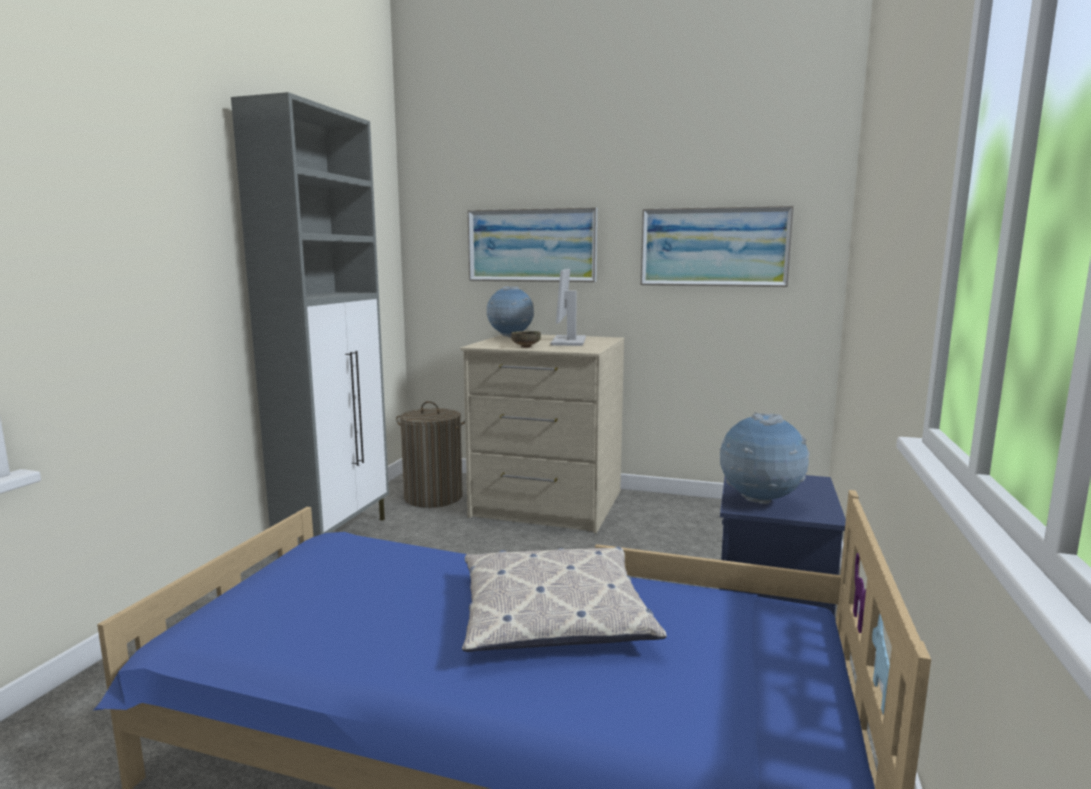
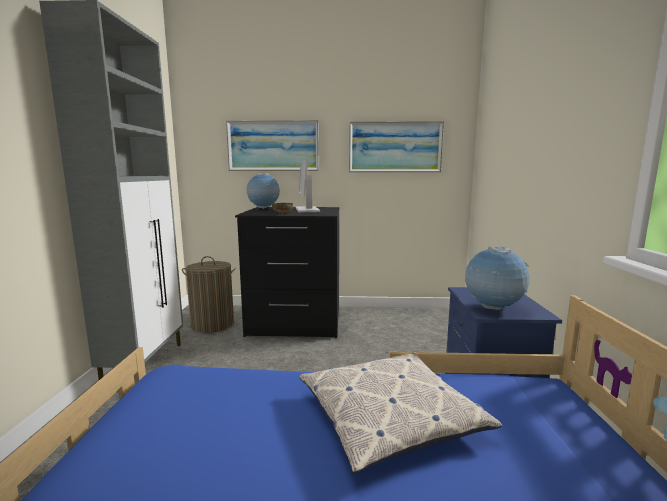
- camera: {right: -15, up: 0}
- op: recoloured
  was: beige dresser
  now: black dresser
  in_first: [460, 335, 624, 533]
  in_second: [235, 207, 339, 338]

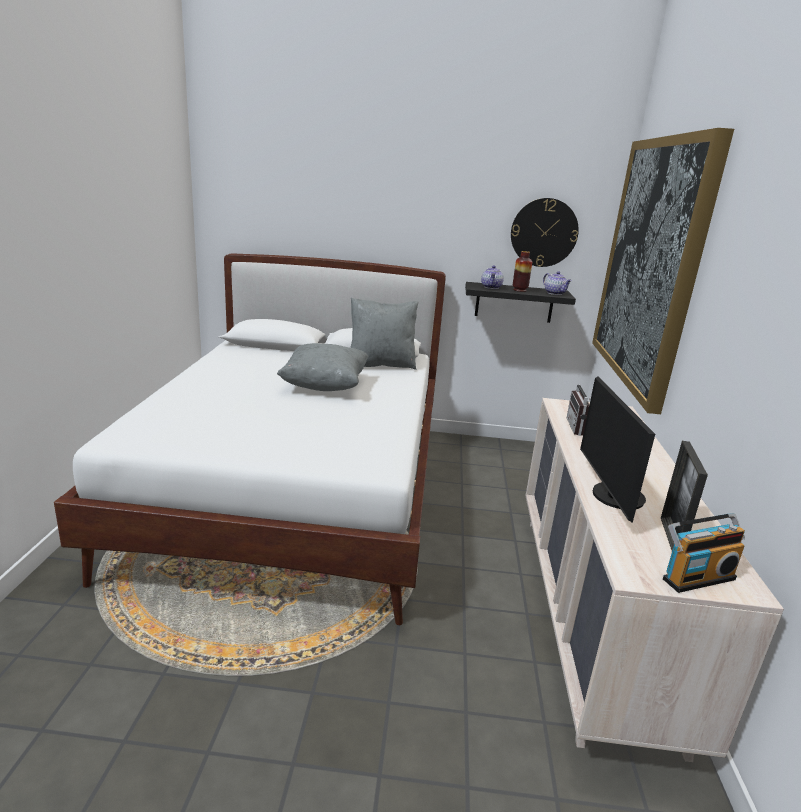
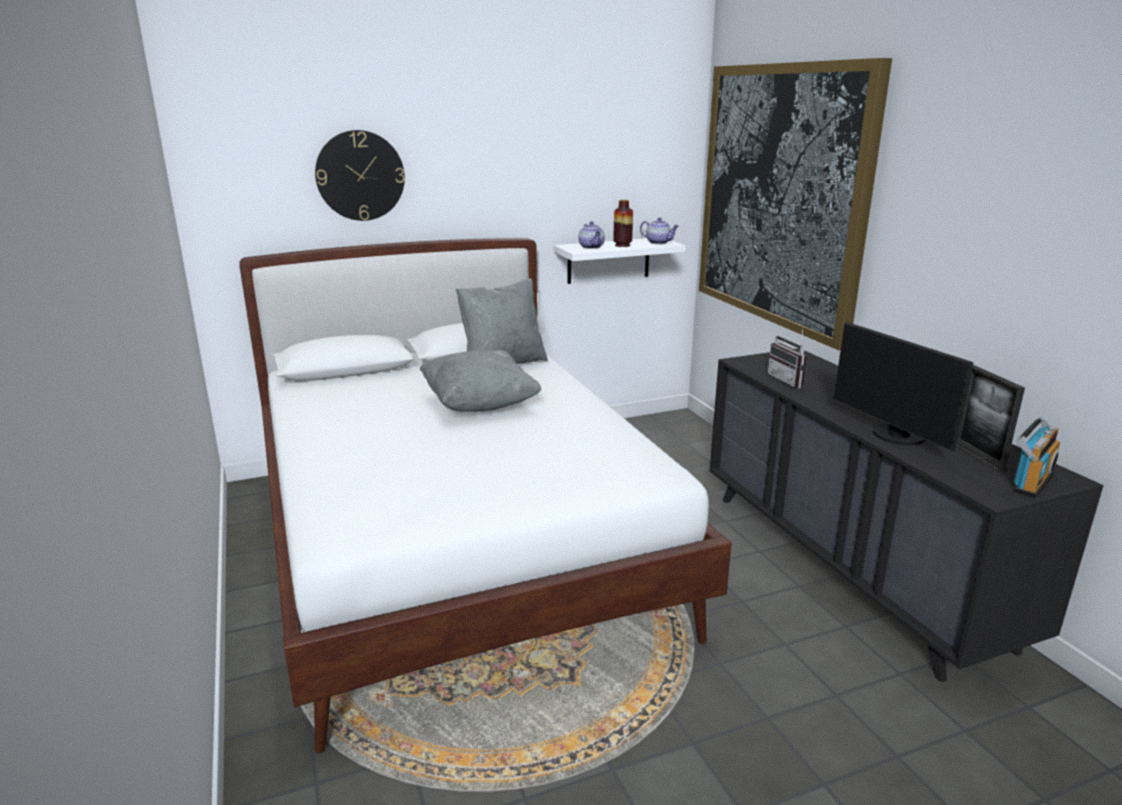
- camera: {right: -25, up: 0}
- op: moved
  was: wall clock
  in_first: [511, 198, 579, 267]
  in_second: [315, 130, 405, 221]
- op: recoloured
  was: black shelf
  now: white shelf
  in_first: [465, 282, 576, 323]
  in_second: [554, 238, 686, 284]
- op: recoloured
  was: beige dresser
  now: black dresser
  in_first: [525, 398, 784, 762]
  in_second: [710, 348, 1104, 682]

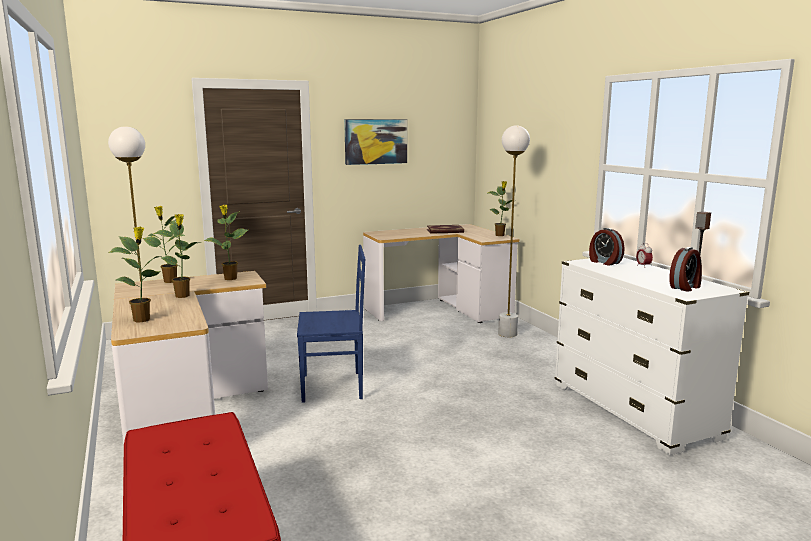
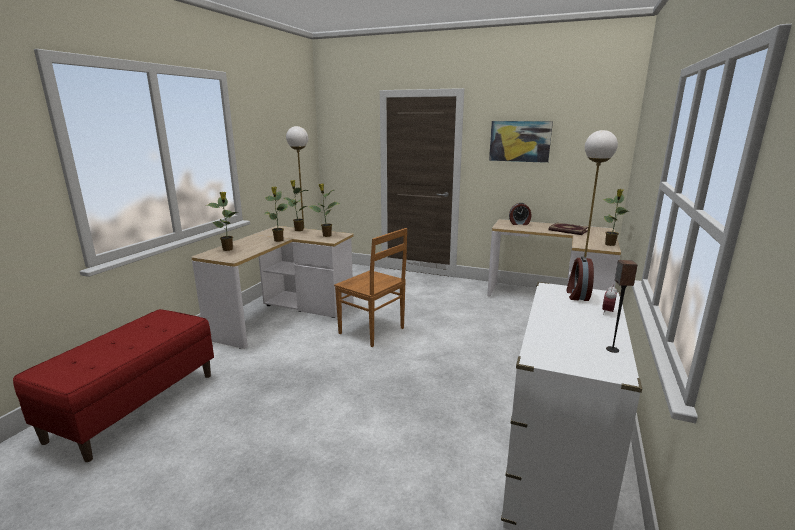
- camera: {right: 45, up: 5}
- op: moved
  was: alarm clock
  in_first: [669, 247, 702, 292]
  in_second: [509, 203, 531, 225]
- op: recoloured
  was: blue chair
  now: brown chair
  in_first: [297, 245, 365, 403]
  in_second: [334, 228, 407, 347]

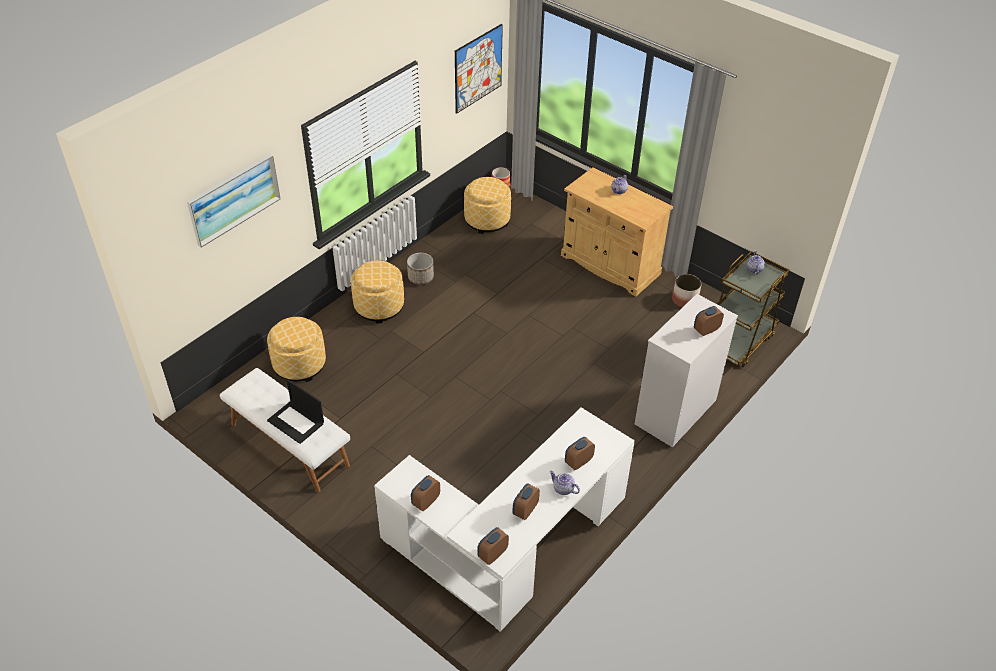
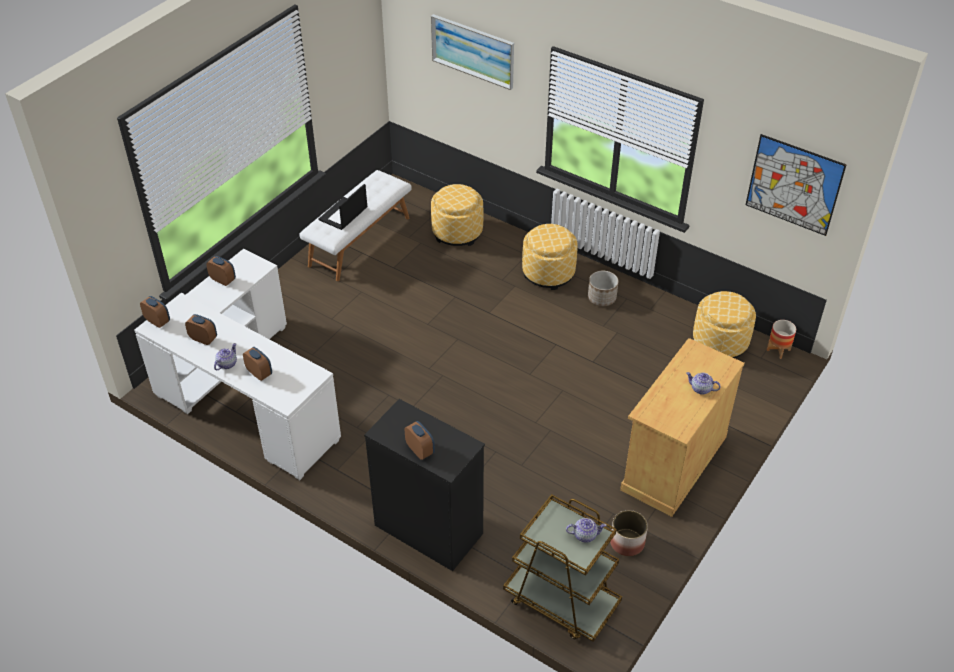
- camera: {right: 85, up: 0}
- op: recoloured
  was: white dresser
  now: black dresser
  in_first: [635, 294, 738, 447]
  in_second: [364, 399, 485, 571]

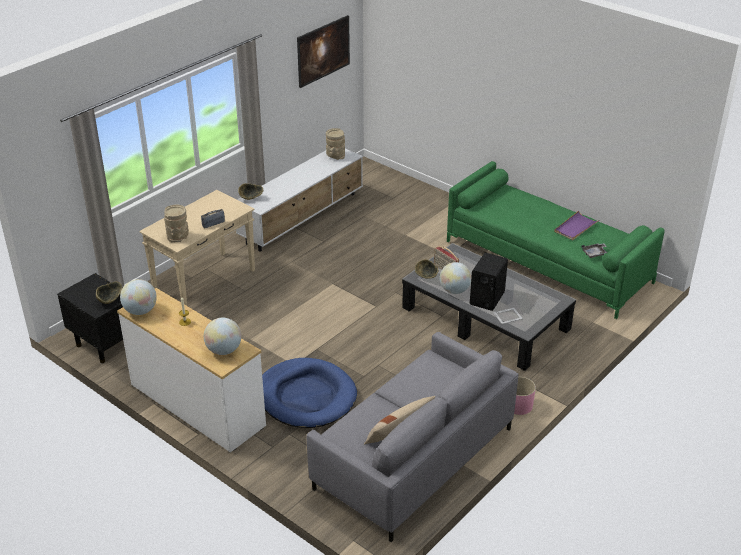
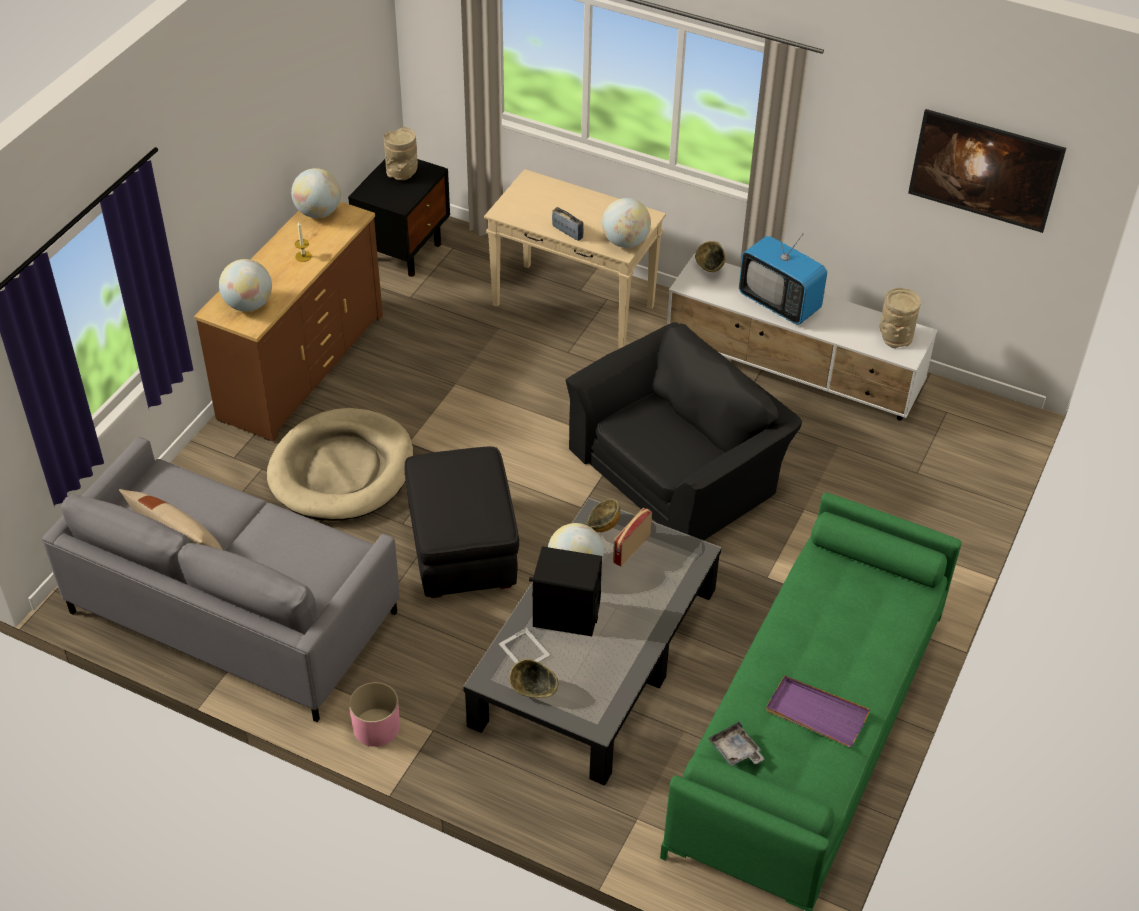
- camera: {right: 75, up: 10}
- op: added
  now: black ottoman
  in_second: [404, 447, 519, 598]
- op: added
  now: black armchair
  in_second: [566, 322, 802, 540]
- op: added
  now: globe
  in_second: [602, 198, 651, 248]
- op: added
  now: television
  in_second: [739, 219, 827, 325]
- op: moved
  was: bowl
  in_first: [96, 281, 123, 304]
  in_second: [509, 659, 558, 698]
- op: moved
  was: beige vase
  in_first: [164, 204, 189, 242]
  in_second: [384, 127, 418, 180]
- op: recoloured
  was: white dresser
  now: brown dresser
  in_first: [117, 288, 266, 452]
  in_second: [194, 202, 383, 442]
- op: recoloured
  was: blue dog bed
  now: beige dog bed
  in_first: [262, 358, 357, 428]
  in_second: [267, 408, 413, 521]

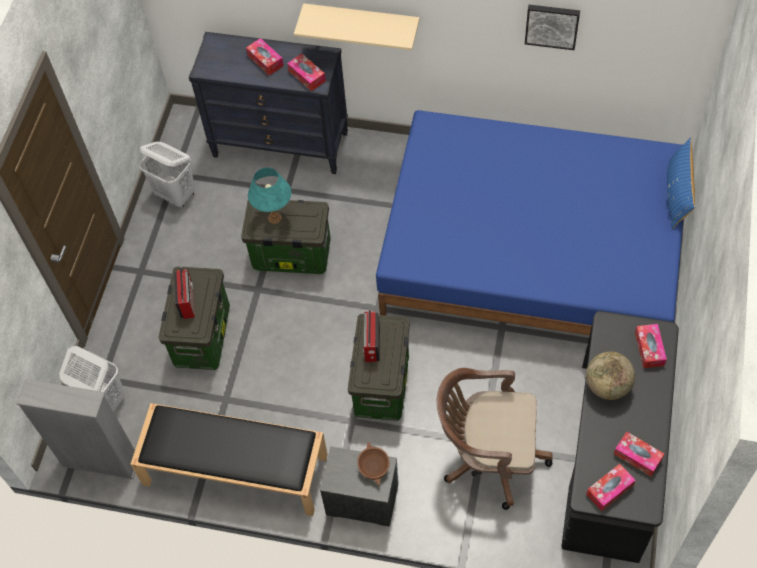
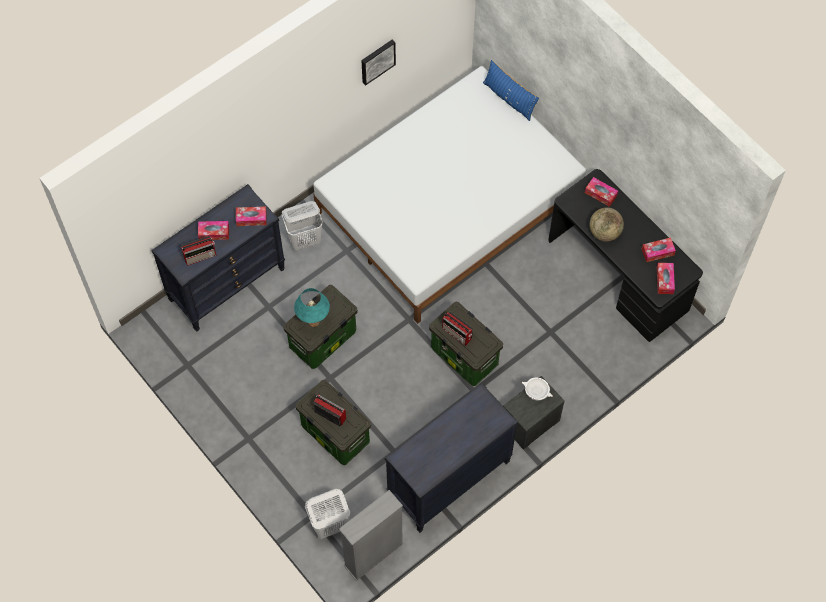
- camera: {right: -55, up: 5}
- op: removed
  was: beige shelf
  in_first: [294, 3, 420, 50]
- op: removed
  was: brown office chair
  in_first: [437, 368, 553, 510]
- op: added
  now: radio
  in_second: [181, 236, 216, 266]
- op: moved
  was: white laundry basket
  in_first: [140, 142, 195, 208]
  in_second: [281, 201, 323, 251]
- op: replaced
  was: black bench
  now: black dresser
  in_first: [131, 403, 328, 516]
  in_second: [385, 383, 518, 533]
- op: recoloured
  was: brown bowl
  now: white bowl
  in_first: [357, 442, 390, 485]
  in_second: [521, 377, 553, 400]
- op: recoloured
  was: blue bed
  now: white bed
  in_first: [376, 110, 683, 335]
  in_second: [313, 66, 586, 324]

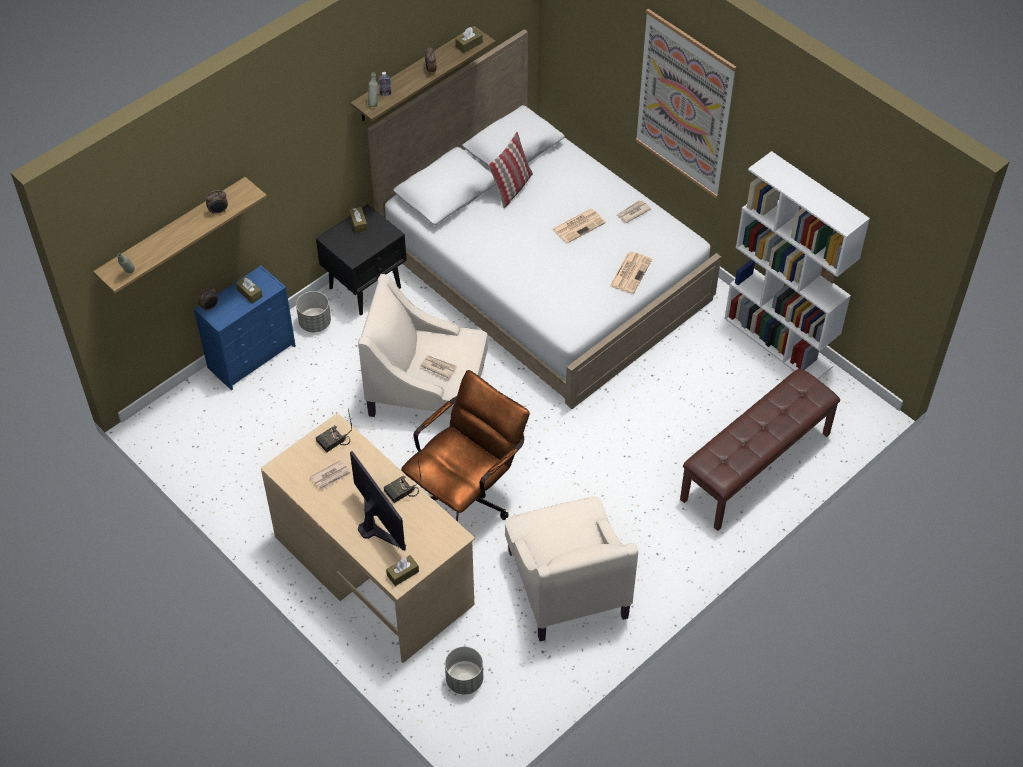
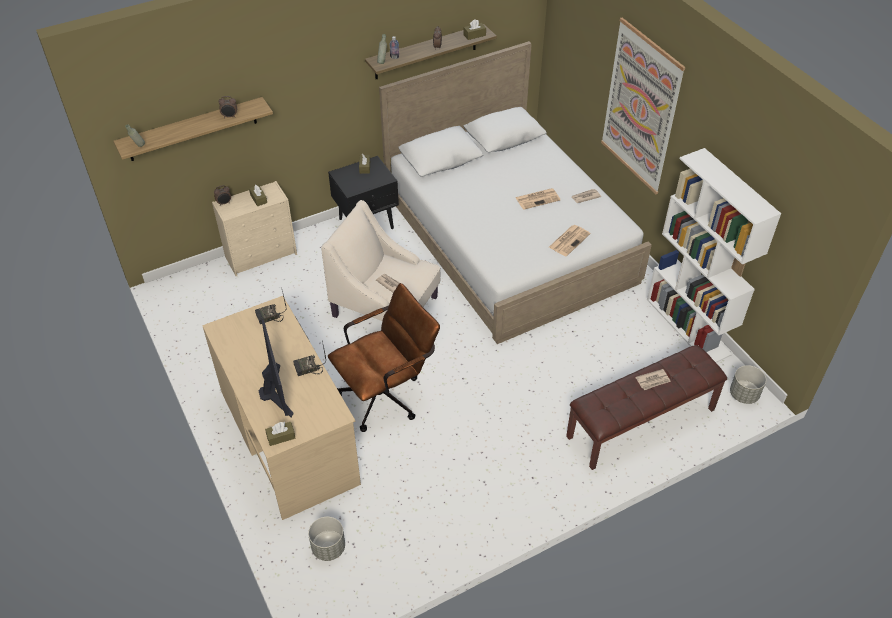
- camera: {right: 15, up: -5}
- op: removed
  was: pillow
  in_first: [488, 132, 533, 208]
- op: removed
  was: beige armchair
  in_first: [505, 496, 638, 641]
- op: moved
  was: grey planter
  in_first: [296, 291, 331, 332]
  in_second: [730, 365, 766, 404]
- op: moved
  was: newspaper
  in_first: [310, 460, 351, 491]
  in_second: [635, 369, 671, 390]
- op: recoloured
  was: blue dresser
  now: beige dresser
  in_first: [194, 265, 296, 390]
  in_second: [212, 181, 297, 276]

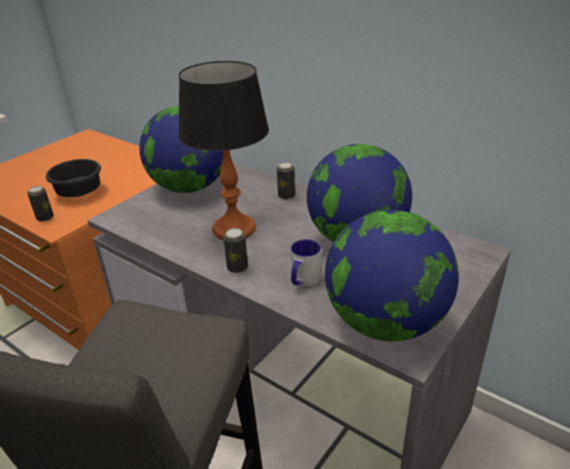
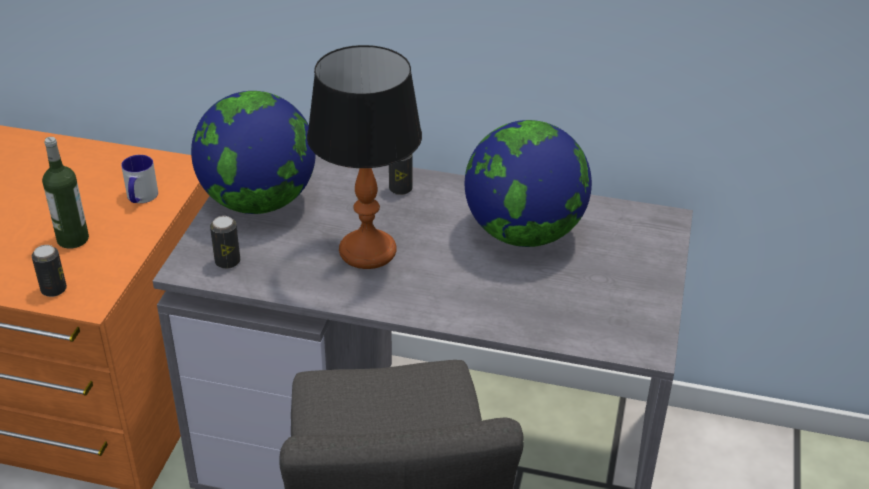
- camera: {right: -25, up: 5}
- op: removed
  was: globe
  in_first: [325, 210, 459, 341]
- op: moved
  was: can
  in_first: [223, 228, 248, 273]
  in_second: [210, 216, 241, 269]
- op: moved
  was: mug
  in_first: [291, 239, 321, 286]
  in_second: [121, 155, 158, 203]
- op: replaced
  was: black bowl
  now: bottle
  in_first: [46, 159, 101, 197]
  in_second: [42, 137, 89, 249]

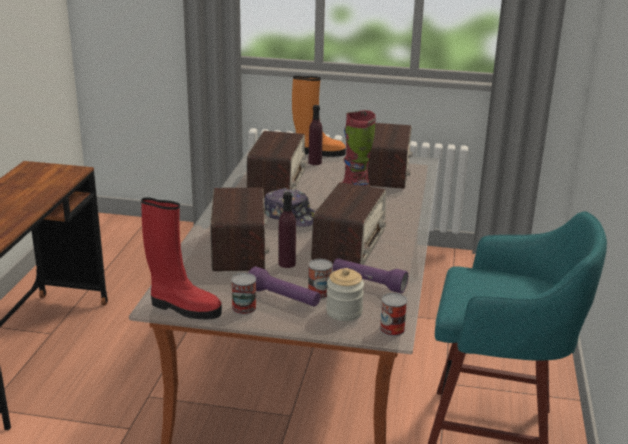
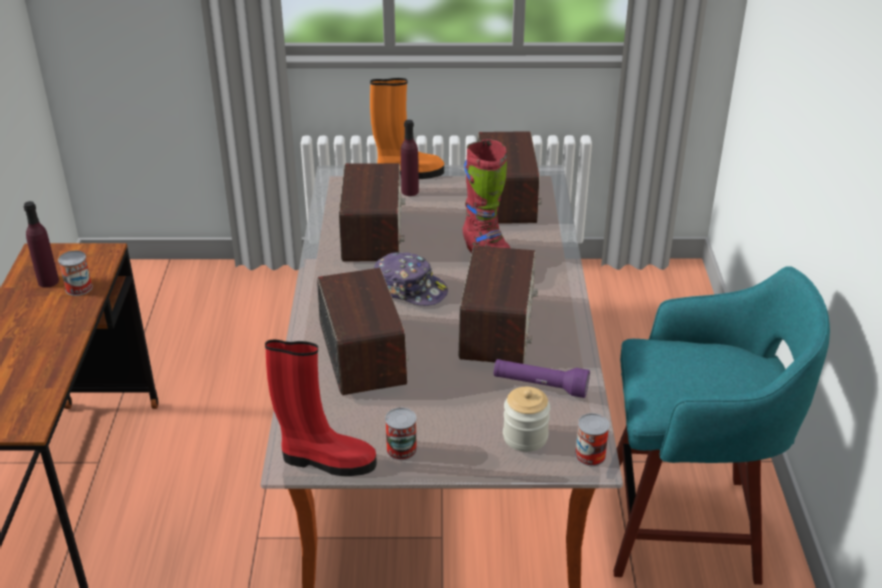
- camera: {right: -10, up: 10}
- op: removed
  was: purple flashlight
  in_first: [248, 266, 320, 307]
- op: moved
  was: purple bottle
  in_first: [279, 192, 296, 268]
  in_second: [24, 201, 59, 288]
- op: moved
  was: can
  in_first: [308, 259, 332, 299]
  in_second: [58, 251, 92, 296]

